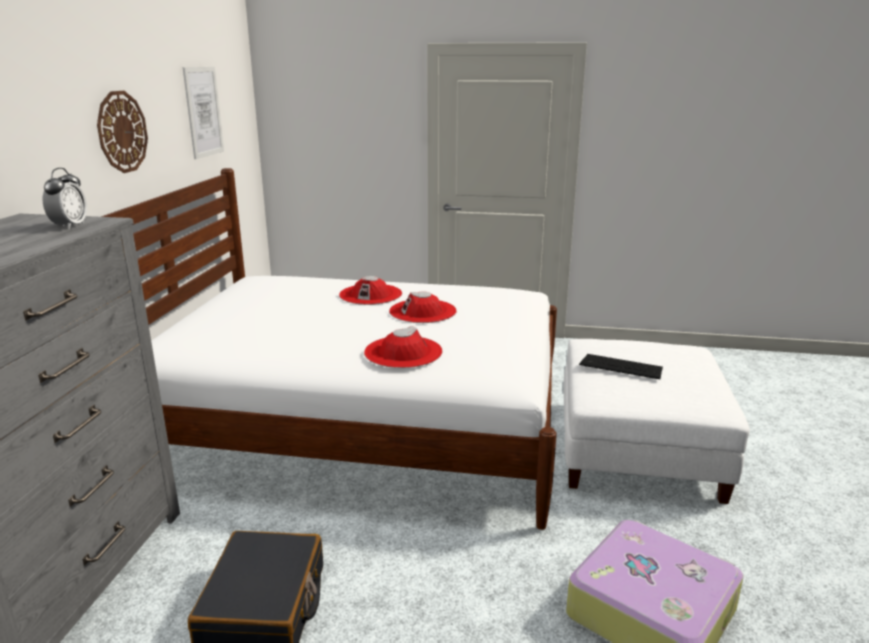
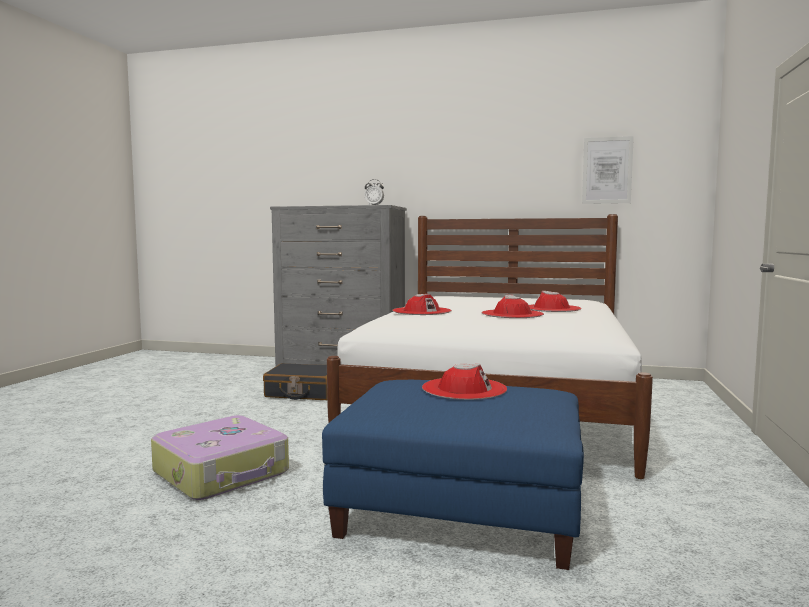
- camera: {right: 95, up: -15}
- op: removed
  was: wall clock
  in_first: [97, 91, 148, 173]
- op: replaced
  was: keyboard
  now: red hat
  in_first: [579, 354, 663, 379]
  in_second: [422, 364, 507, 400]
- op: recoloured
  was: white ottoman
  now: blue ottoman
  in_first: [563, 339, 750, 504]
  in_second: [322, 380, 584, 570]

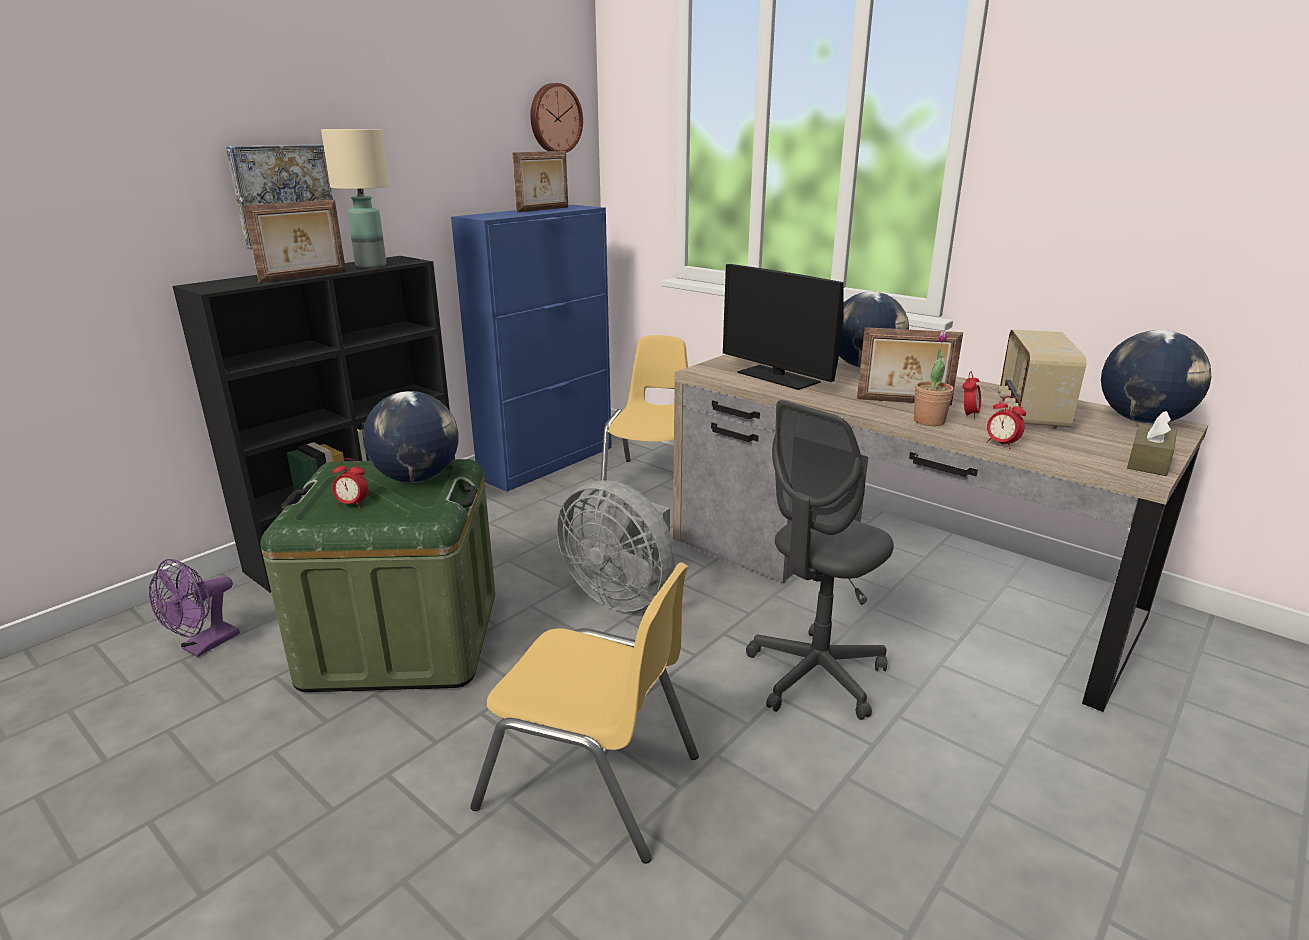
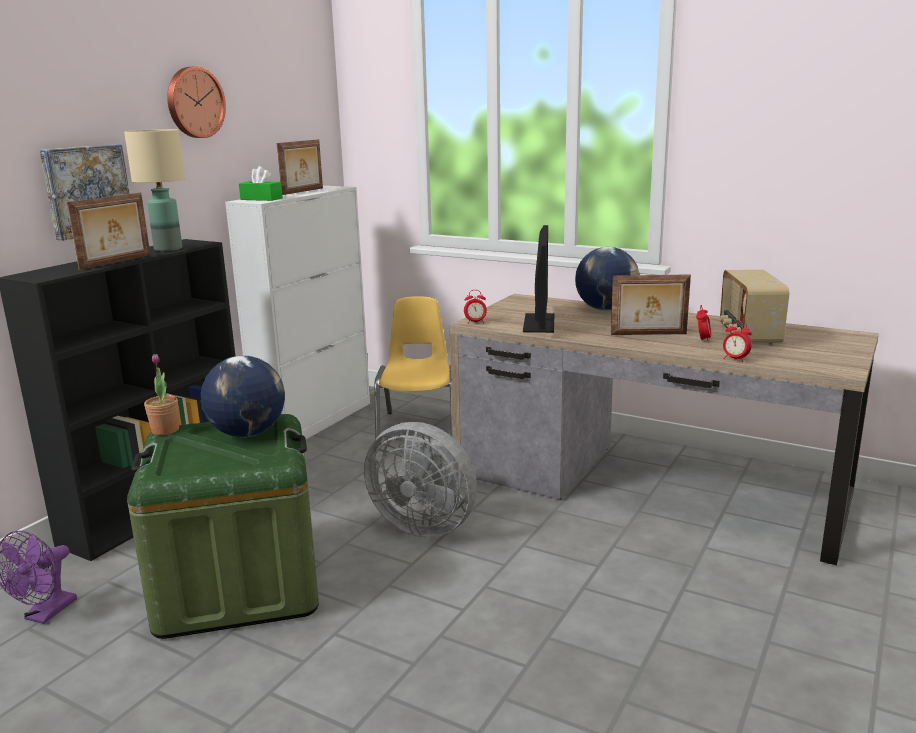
- camera: {right: -10, up: -5}
- op: removed
  was: yellow chair
  in_first: [470, 562, 699, 864]
- op: removed
  was: grey office chair
  in_first: [746, 400, 894, 720]
- op: removed
  was: globe
  in_first: [1101, 330, 1211, 424]
- op: removed
  was: brown tissue box
  in_first: [1127, 411, 1177, 476]
- op: added
  now: green tissue box
  in_second: [239, 166, 283, 201]
- op: moved
  was: alarm clock
  in_first: [332, 458, 368, 508]
  in_second: [464, 290, 487, 324]
- op: moved
  was: wall clock
  in_first: [530, 83, 583, 153]
  in_second: [167, 66, 226, 138]
- op: moved
  was: potted plant
  in_first: [914, 331, 954, 426]
  in_second: [144, 354, 179, 435]
- op: recoloured
  was: blue cabinet
  now: white cabinet
  in_first: [451, 205, 612, 492]
  in_second: [225, 186, 370, 439]
- op: turned
  was: monitor
  in_first: [723, 264, 844, 390]
  in_second: [523, 225, 554, 333]
  clockwise: -120

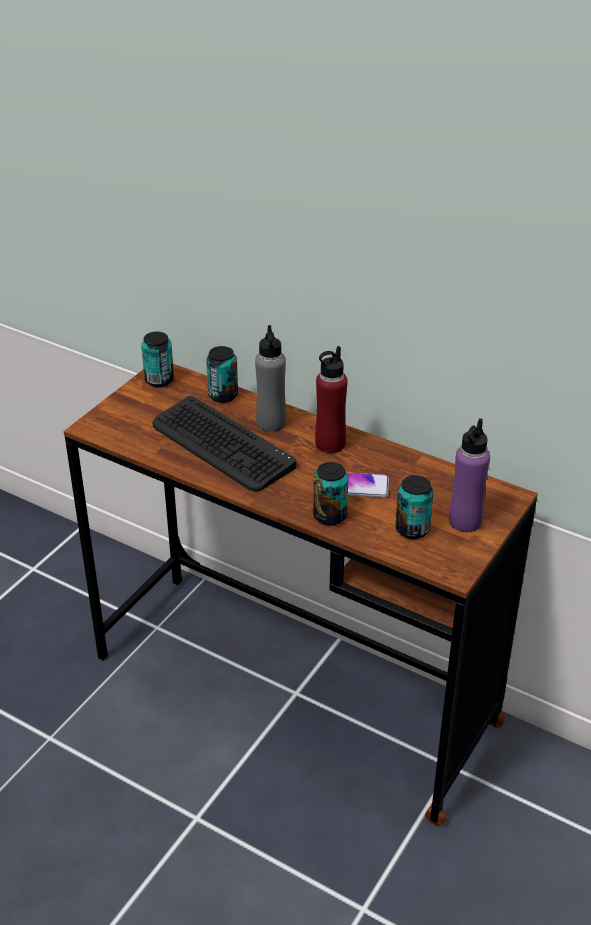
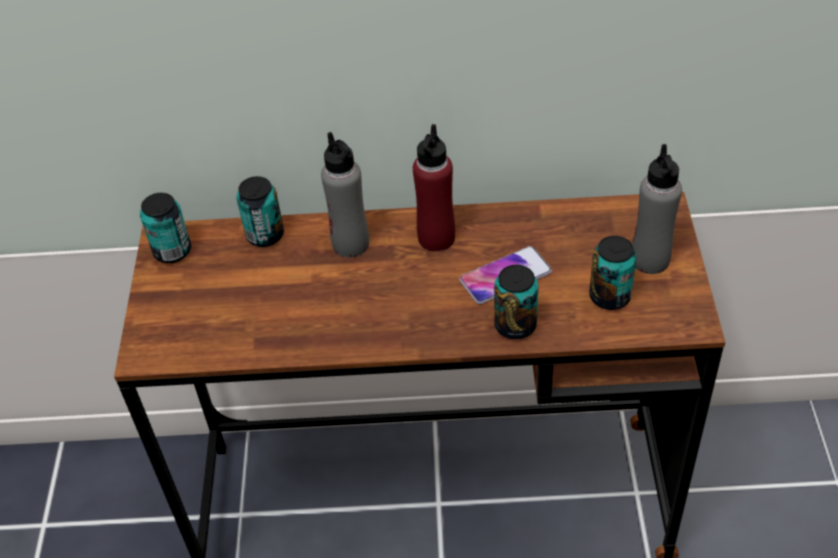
- camera: {right: -30, up: 10}
- op: removed
  was: keyboard
  in_first: [153, 396, 296, 492]
- op: recoloured
  was: purple bottle
  now: grey bottle
  in_first: [449, 418, 490, 532]
  in_second: [632, 144, 682, 274]

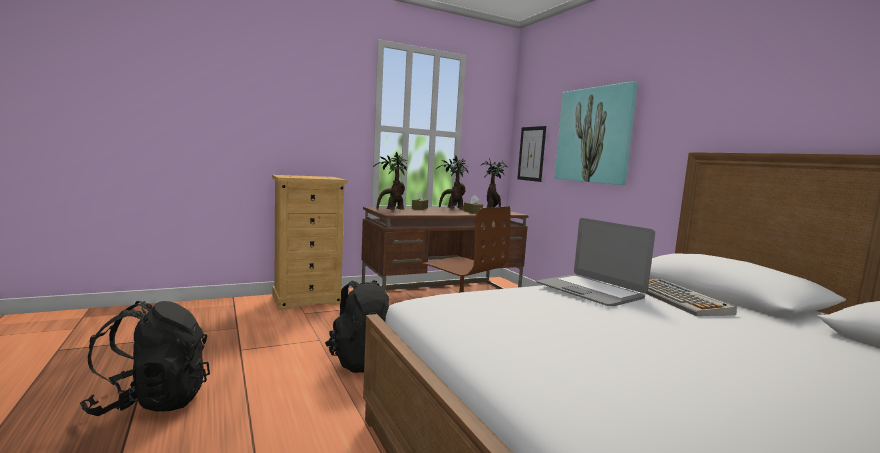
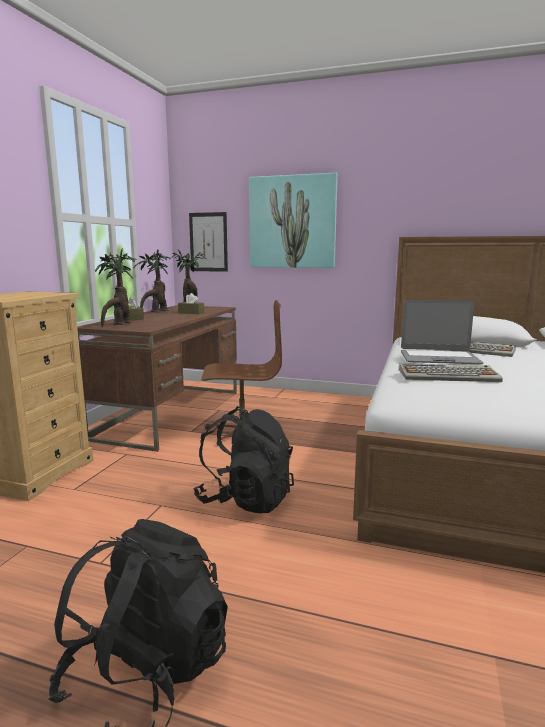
- camera: {right: -45, up: 5}
- op: added
  now: keyboard
  in_second: [399, 363, 503, 382]

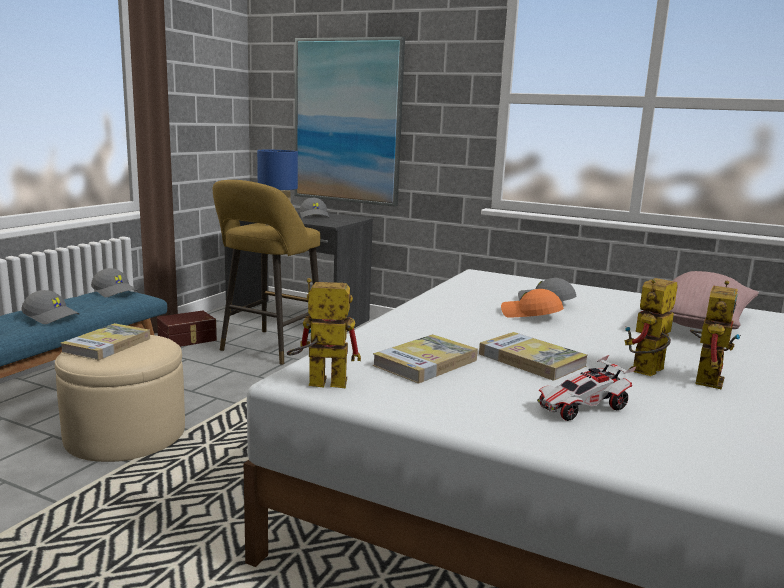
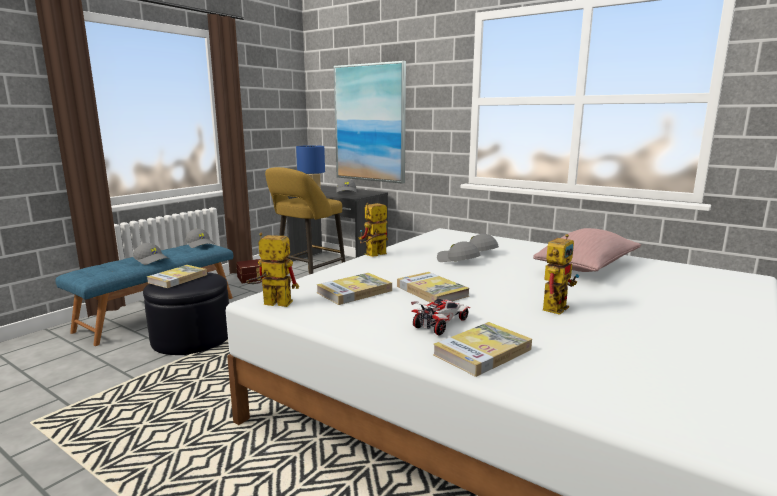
- camera: {right: 10, up: 0}
- op: added
  now: book
  in_second: [433, 322, 532, 377]
- op: moved
  was: toy robot
  in_first: [624, 278, 678, 376]
  in_second: [358, 203, 388, 257]
- op: recoloured
  was: beige ottoman
  now: black ottoman
  in_first: [55, 335, 185, 462]
  in_second: [143, 272, 229, 355]
- op: recoloured
  was: orange cap
  now: grey cap
  in_first: [501, 289, 564, 318]
  in_second: [437, 241, 481, 262]
- op: turned
  was: toy car
  in_first: [537, 355, 636, 421]
  in_second: [411, 299, 470, 335]
  clockwise: 150

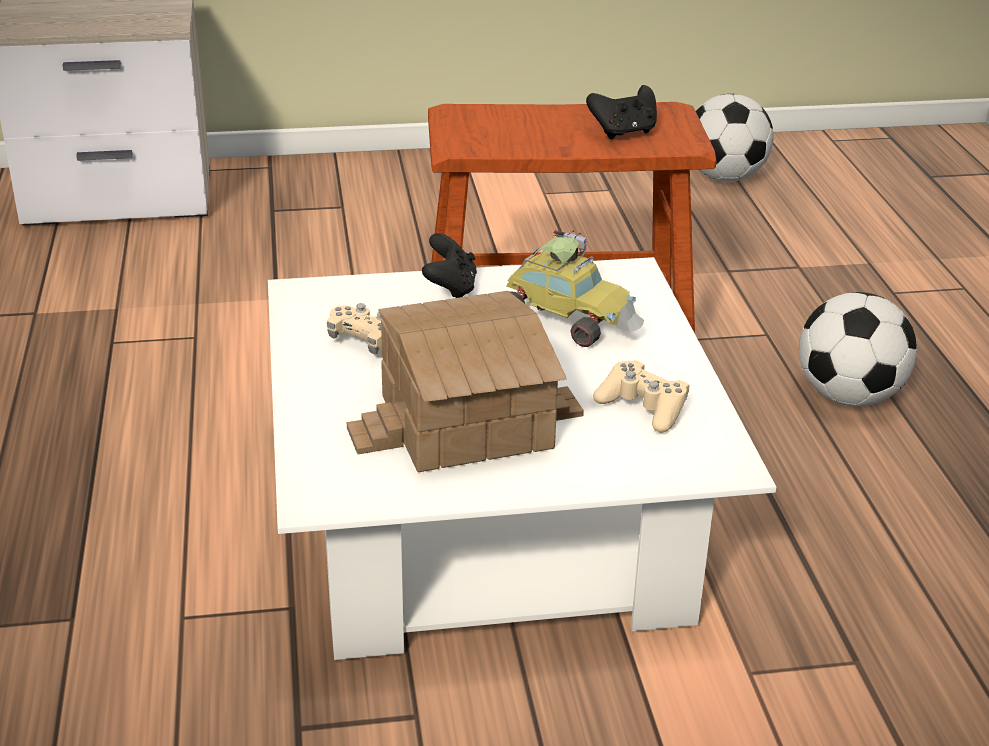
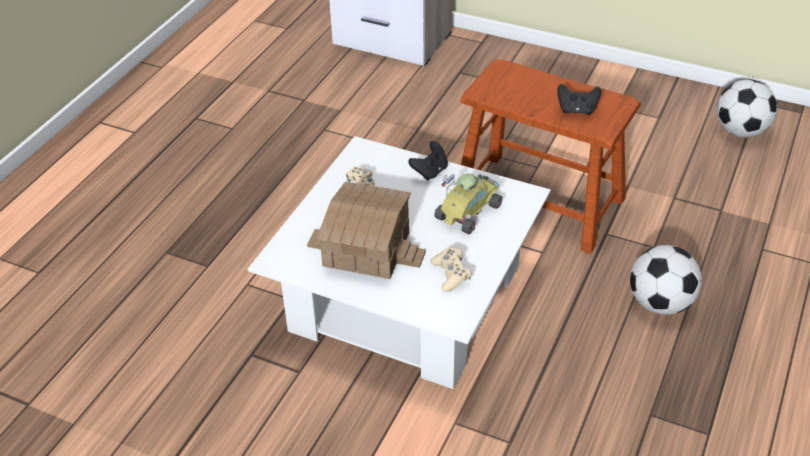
- camera: {right: 35, up: 10}
- op: turned
  was: toy car
  in_first: [506, 230, 644, 347]
  in_second: [434, 173, 502, 234]
  clockwise: -120

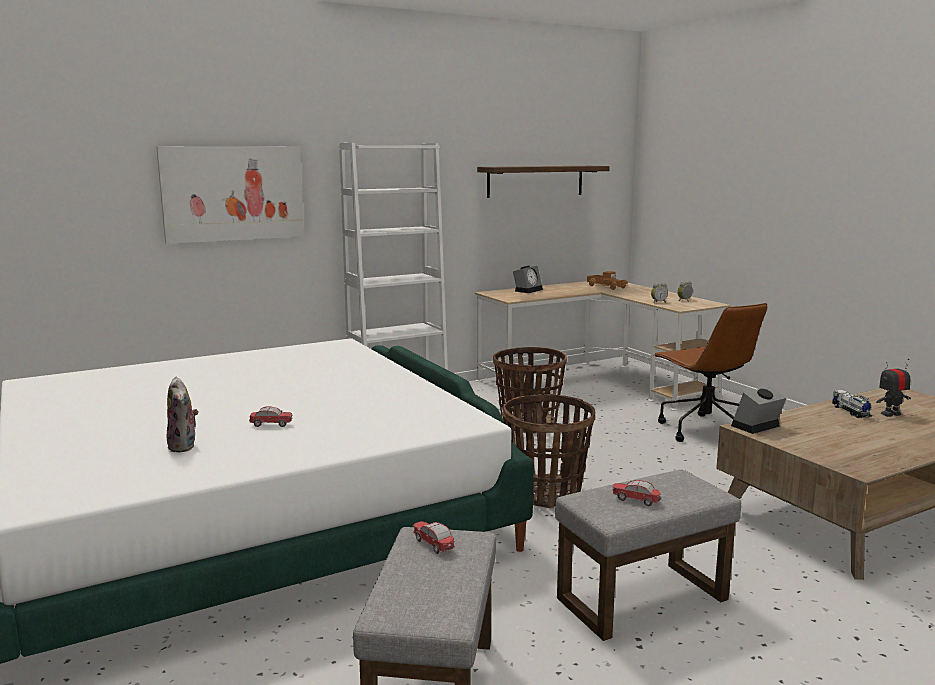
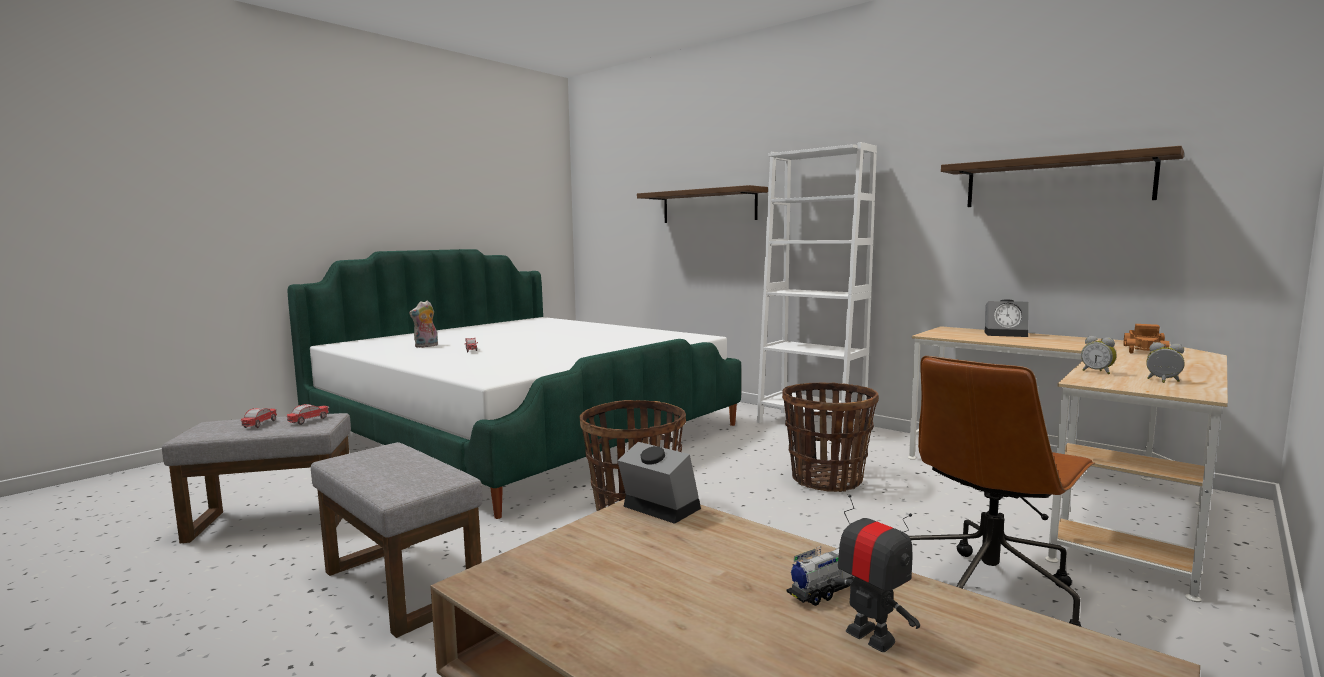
- camera: {right: 70, up: -5}
- op: moved
  was: toy car
  in_first: [612, 480, 661, 506]
  in_second: [241, 408, 277, 428]
- op: replaced
  was: picture
  now: shelf
  in_first: [156, 146, 304, 244]
  in_second: [637, 185, 768, 223]

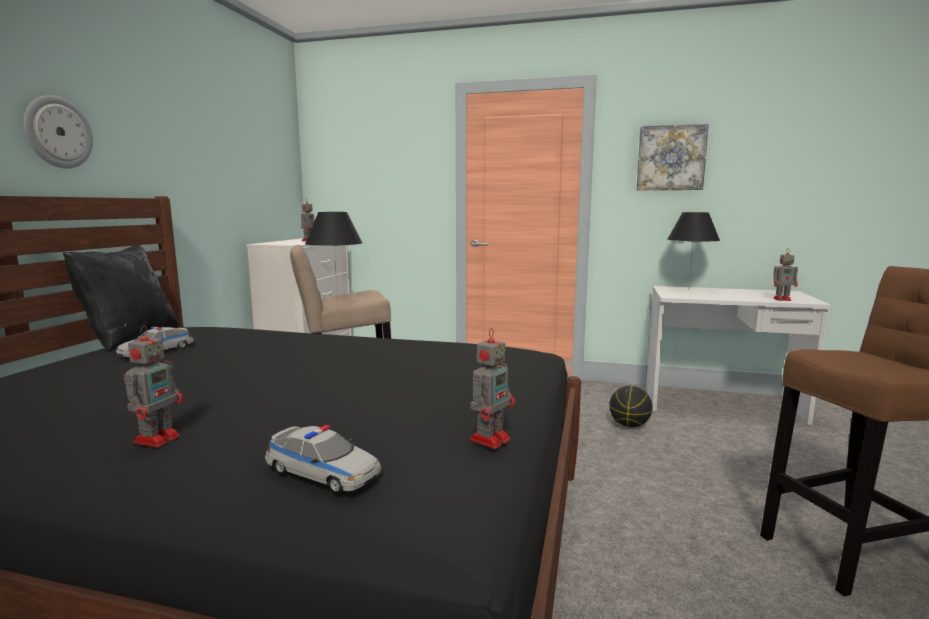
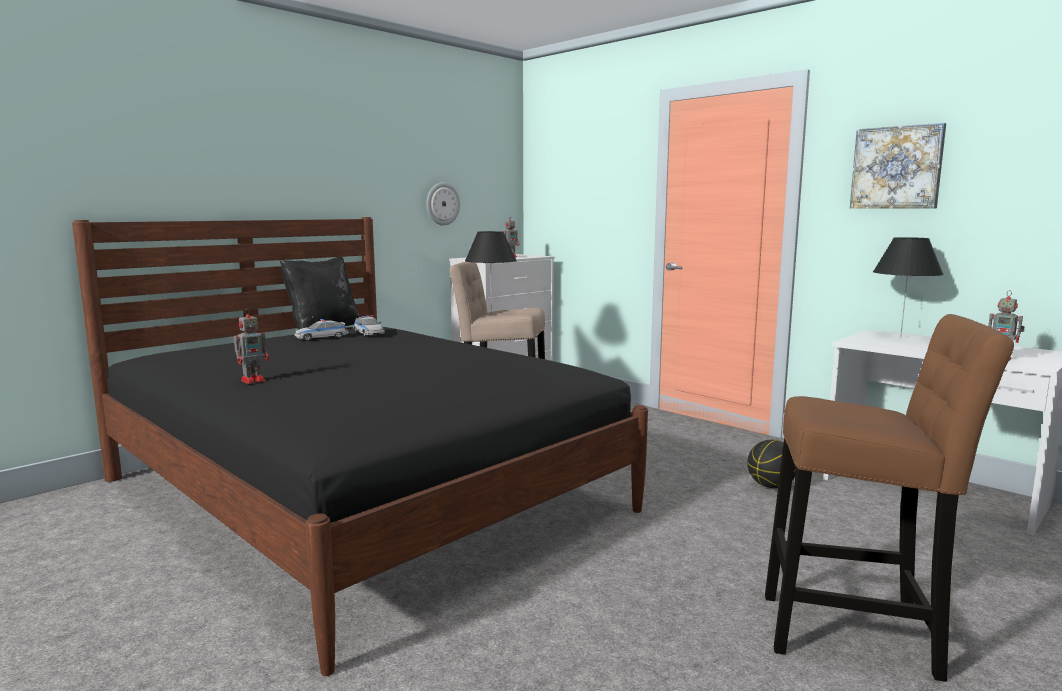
- camera: {right: 30, up: 0}
- op: removed
  was: toy robot
  in_first: [470, 328, 515, 449]
- op: moved
  was: wall clock
  in_first: [24, 95, 93, 169]
  in_second: [427, 182, 460, 226]
- op: moved
  was: toy car
  in_first: [265, 425, 381, 493]
  in_second: [353, 315, 385, 337]

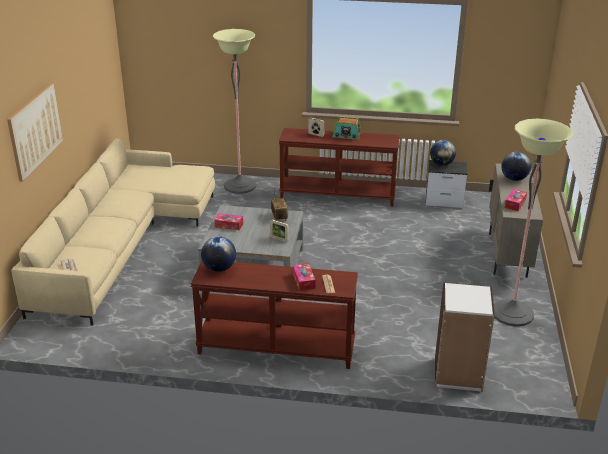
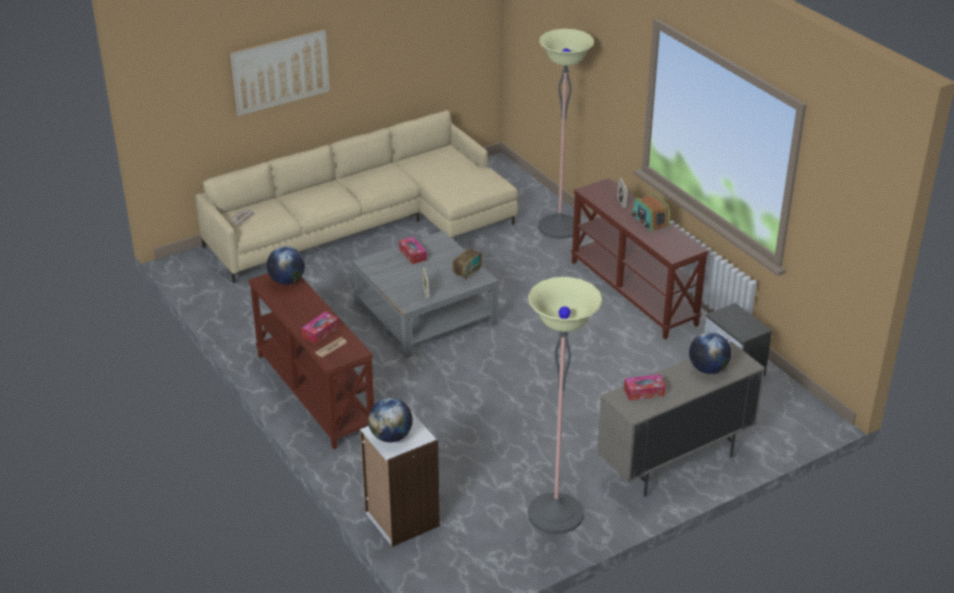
- camera: {right: 50, up: 5}
- op: moved
  was: globe
  in_first: [430, 140, 456, 166]
  in_second: [368, 398, 413, 442]

